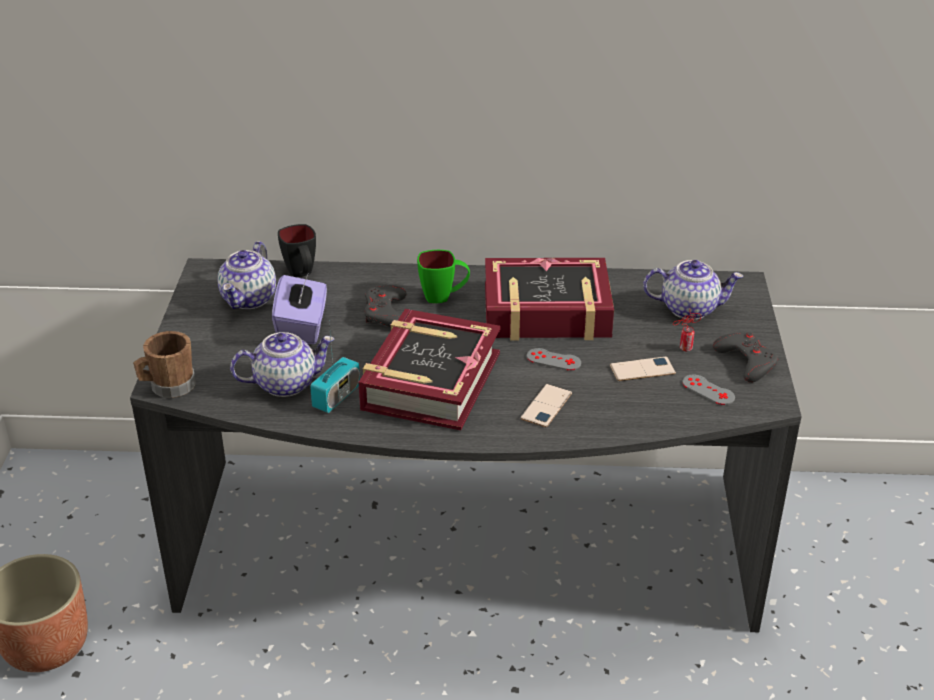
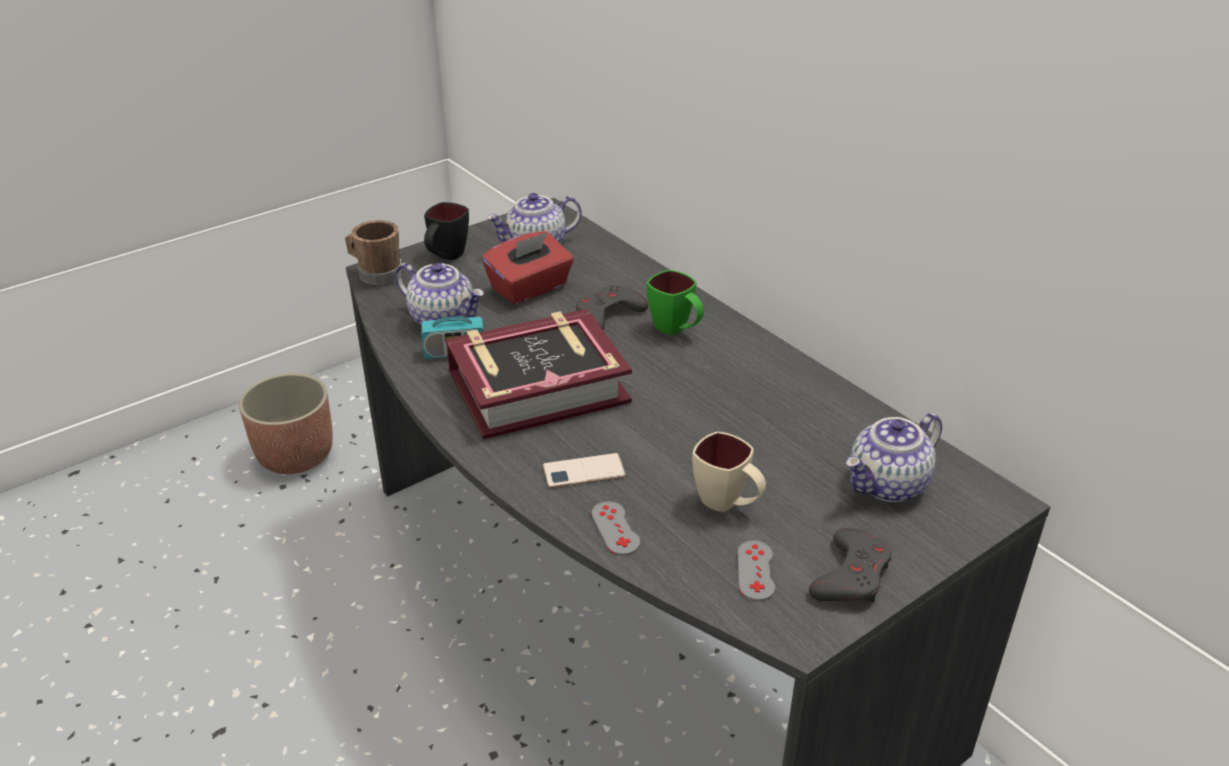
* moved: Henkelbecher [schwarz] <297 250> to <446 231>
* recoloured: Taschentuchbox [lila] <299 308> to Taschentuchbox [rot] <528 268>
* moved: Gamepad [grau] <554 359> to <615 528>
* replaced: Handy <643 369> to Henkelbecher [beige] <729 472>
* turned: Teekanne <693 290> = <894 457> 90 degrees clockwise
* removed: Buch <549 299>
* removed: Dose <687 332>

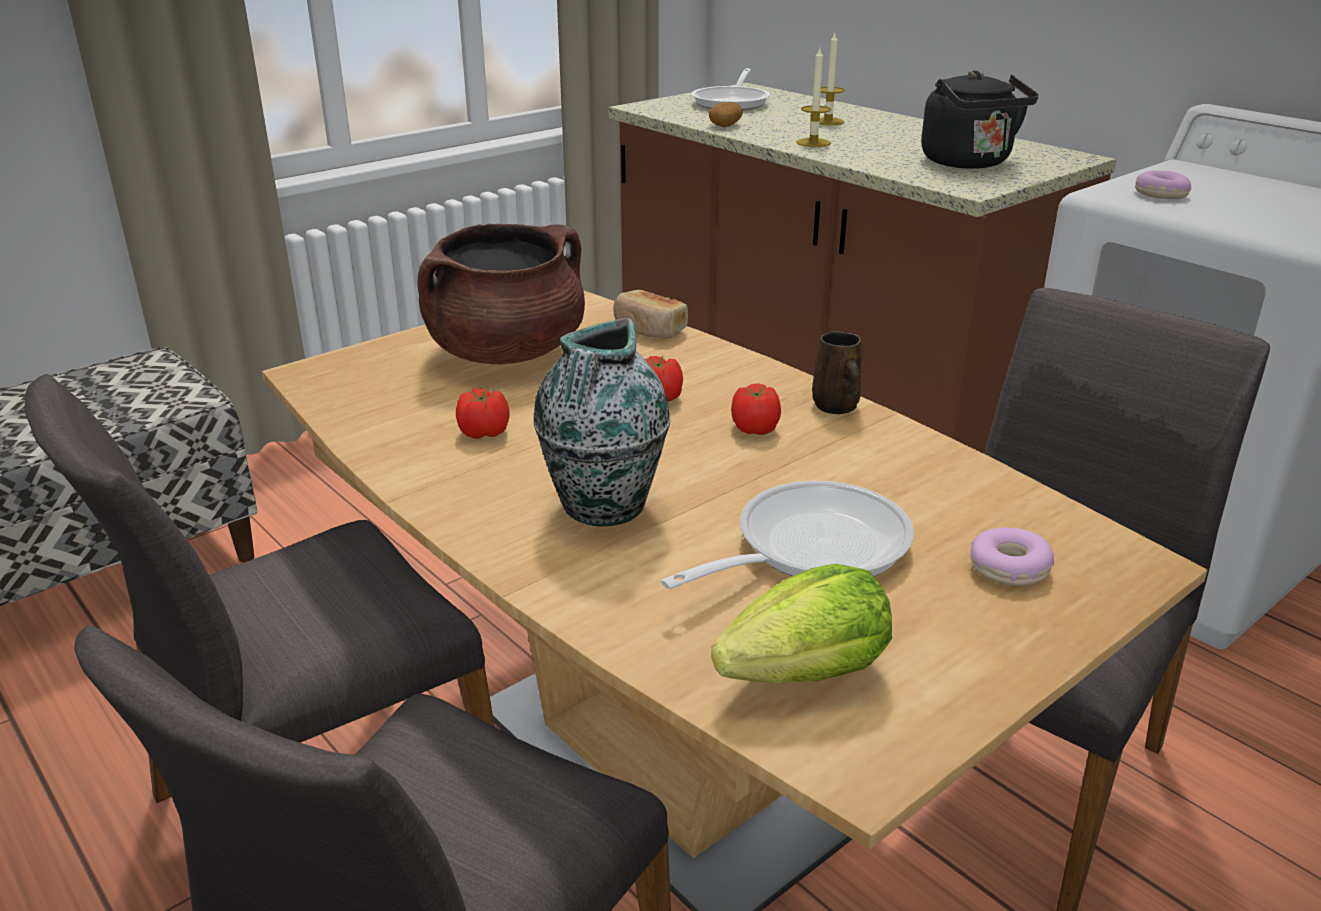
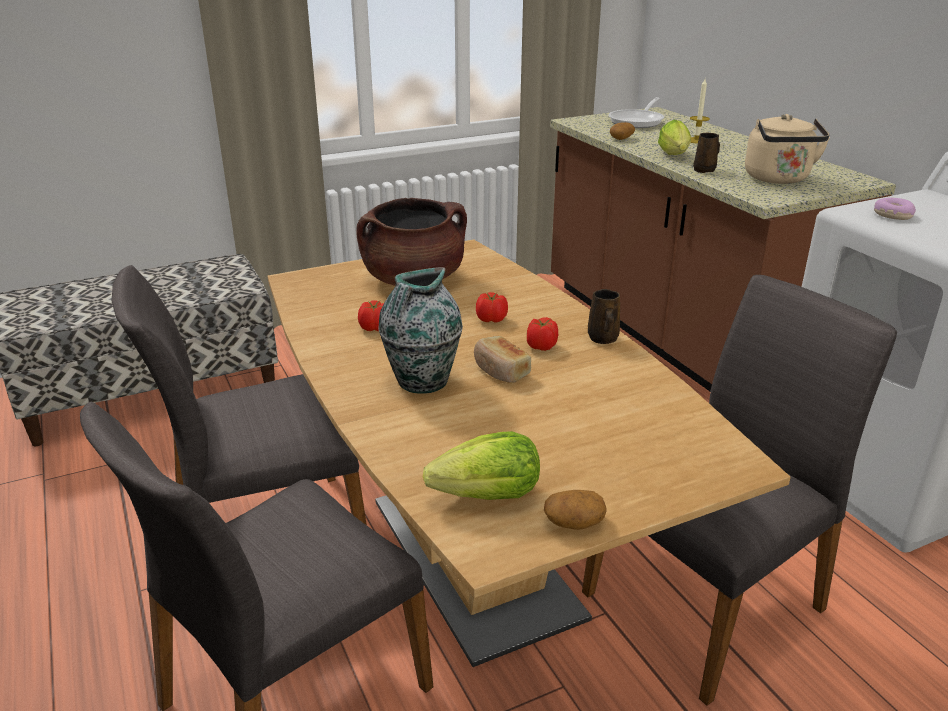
* moved: Brot <650 314> to <502 359>
* added: Kartoffel <575 510>
* replaced: Kerze <813 97> to Salatkopf <674 137>
* added: Henkelbecher [braun] <706 153>
* recoloured: Wasserkessel [schwarz] <979 119> to Wasserkessel [beige] <787 149>
* removed: Pfanne <787 535>
* removed: Donut <1012 557>

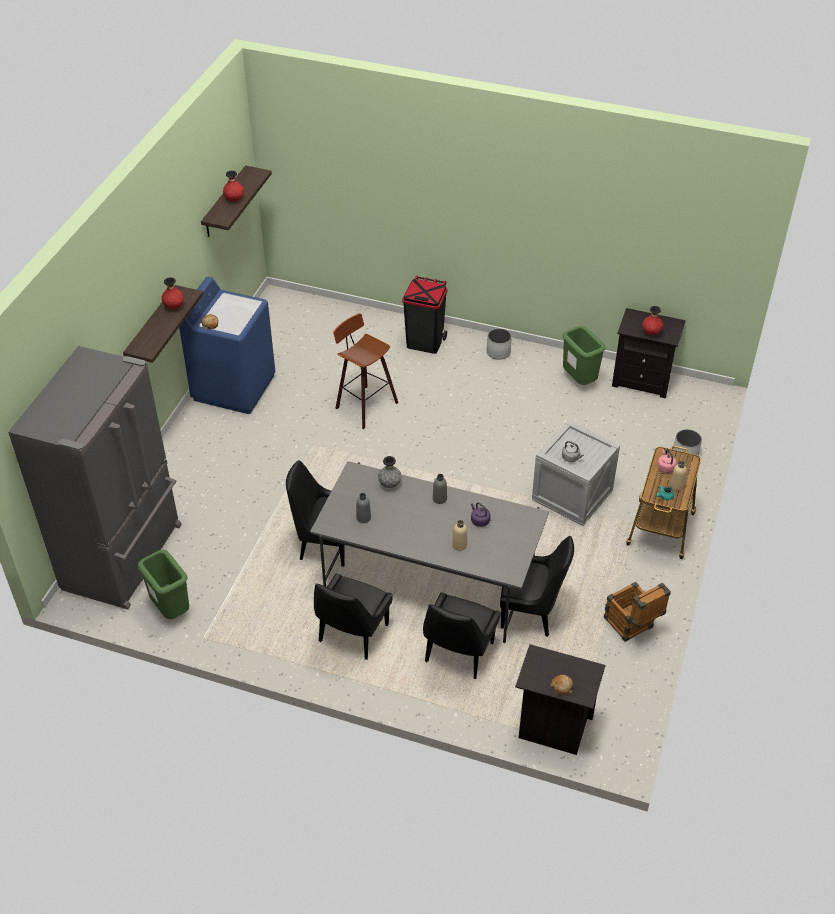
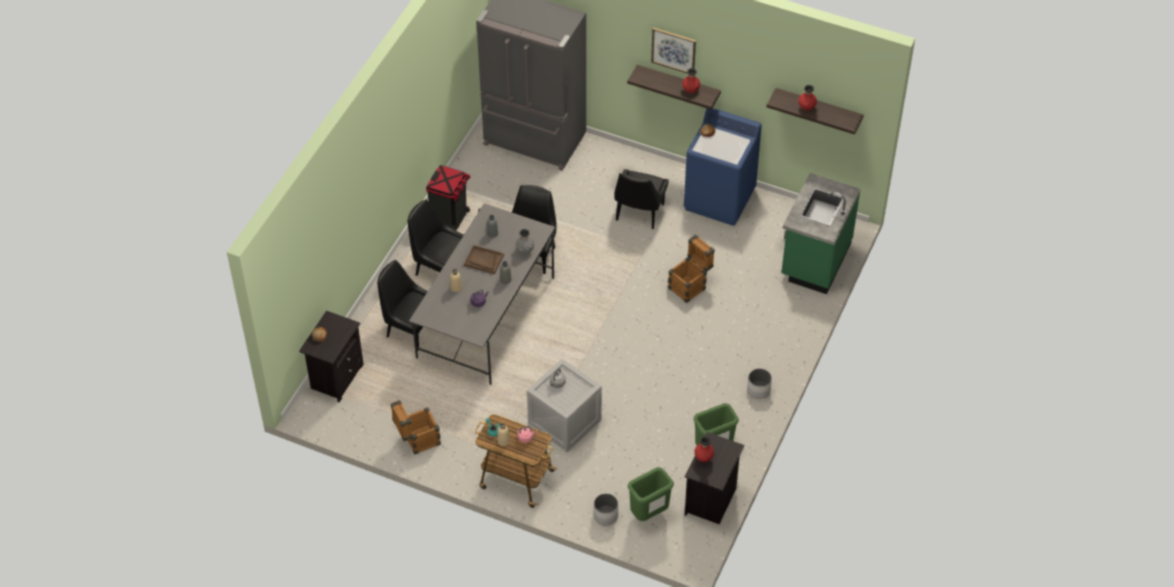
* moved: Mülleimer [schwarz] <425 315> to <448 198>
* added: Tablett [braun] <484 259>
* moved: Stuhl [schwarz] <537 586> to <641 199>
* moved: Mülleimer [grün] <163 584> to <651 494>
* added: Bild <673 50>
* replaced: Hocker <365 371> to Kiste <691 268>
* added: Küchenzeile [grün] <821 233>

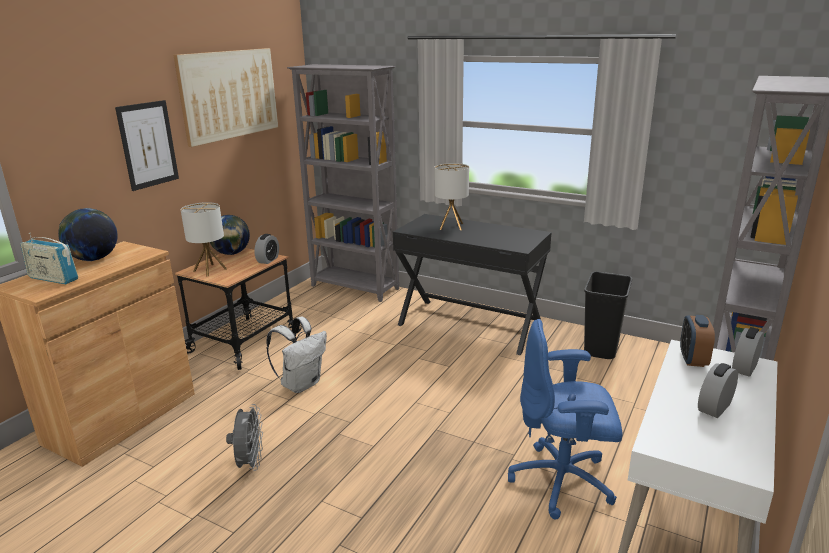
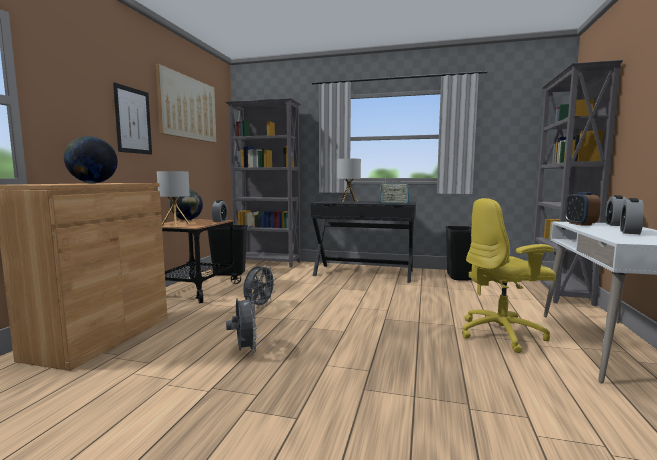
* added: Mülleimer [schwarz] <228 250>
* replaced: Rucksack [weiß] <296 355> to Ventilator [grau] <260 286>
* moved: Radio <49 258> to <394 192>
* recoloured: Bürostuhl [blau] <565 419> to Bürostuhl [gelb] <509 275>

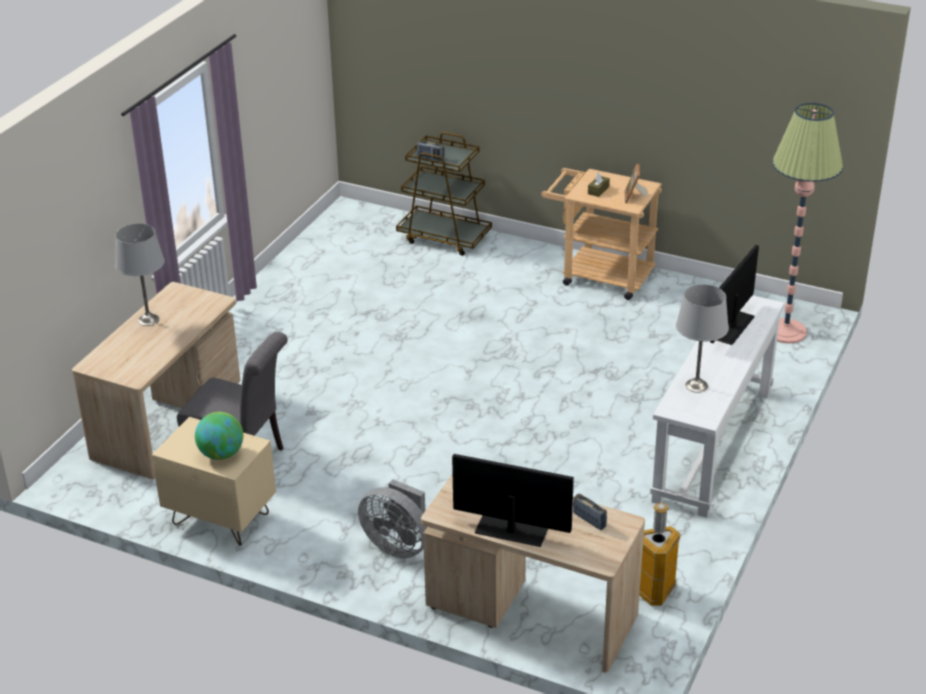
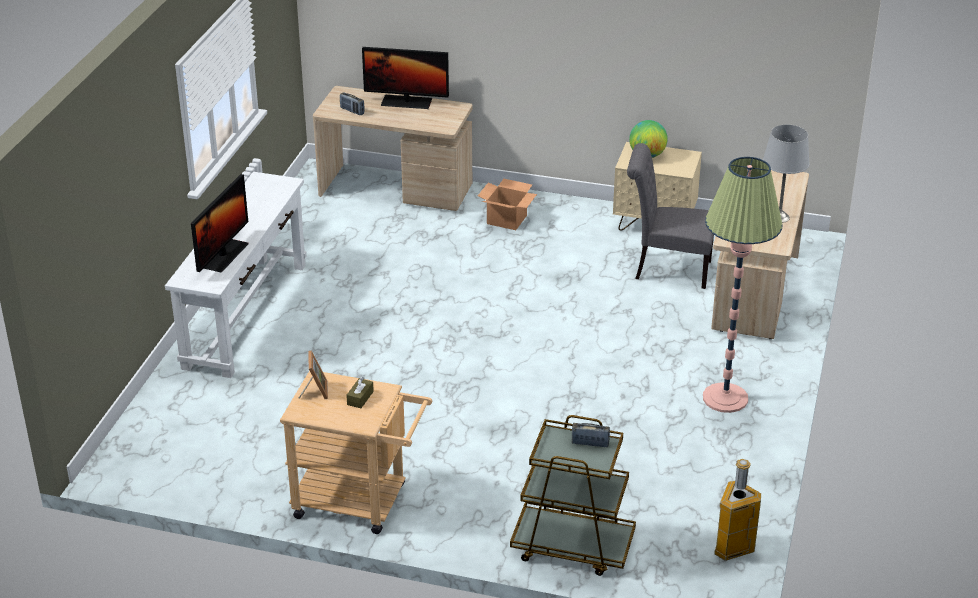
* replaced: Ventilator [grau] <392 518> to Karton <507 204>
* moved: Stehlampe <807 223> to <743 285>
* moved: Mülleimer <660 554> to <737 510>
* removed: Tischlampe [grau] <702 338>

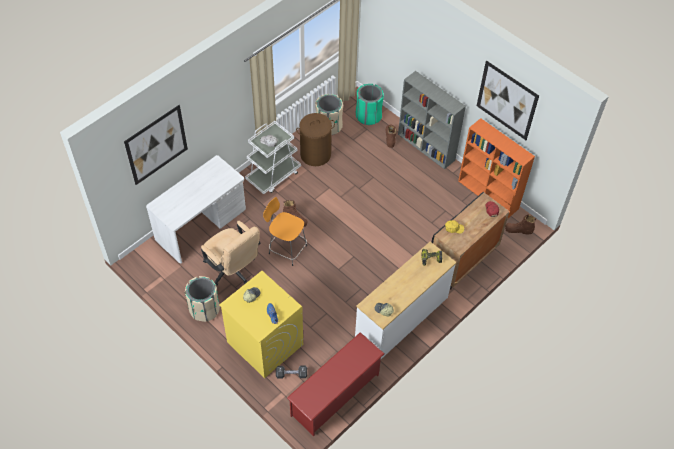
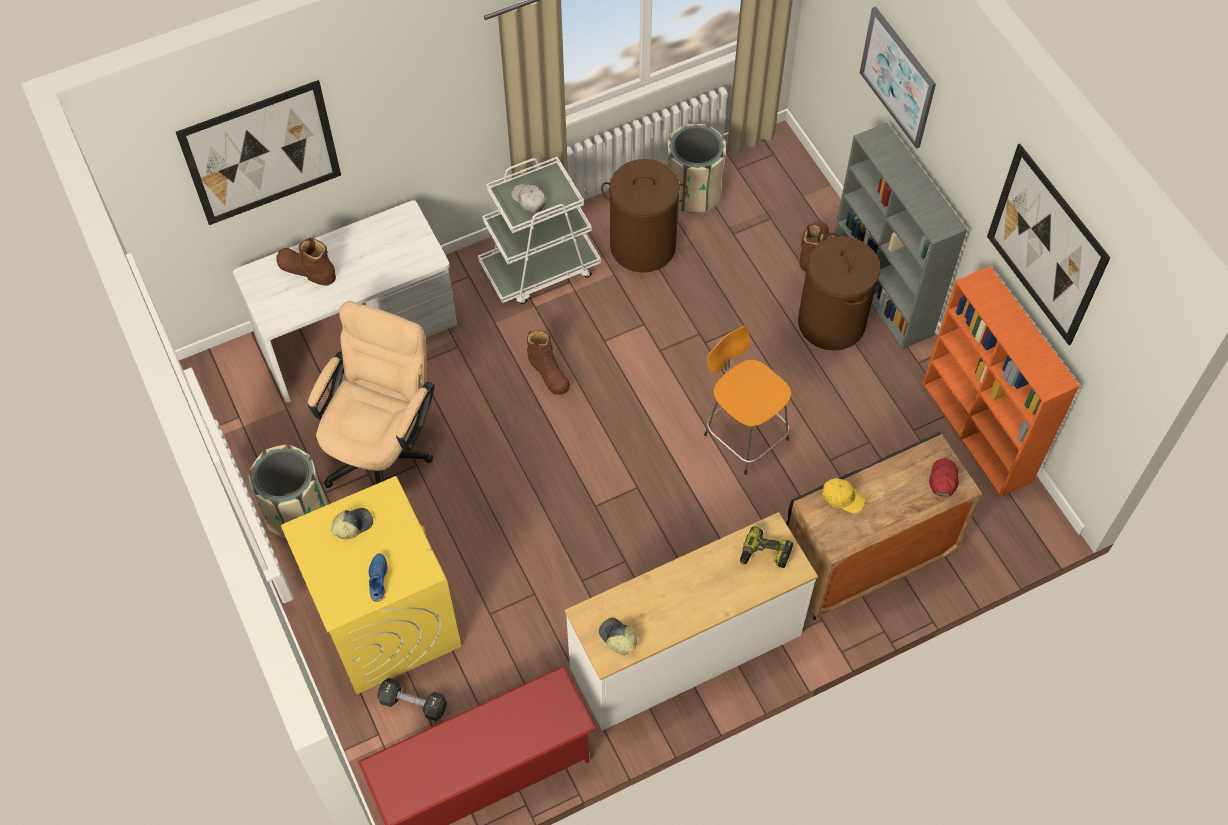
* moved: Stiefel [braun] <520 224> to <306 262>
* turned: Bürostuhl [beige] <231 254> = <371 394> 135 degrees counterclockwise
* moved: Hocker [orange] <285 231> to <747 400>
* added: Wäschekorb [braun] <839 292>
* added: Bild <898 77>
* removed: Mülleimer [grün] <370 104>

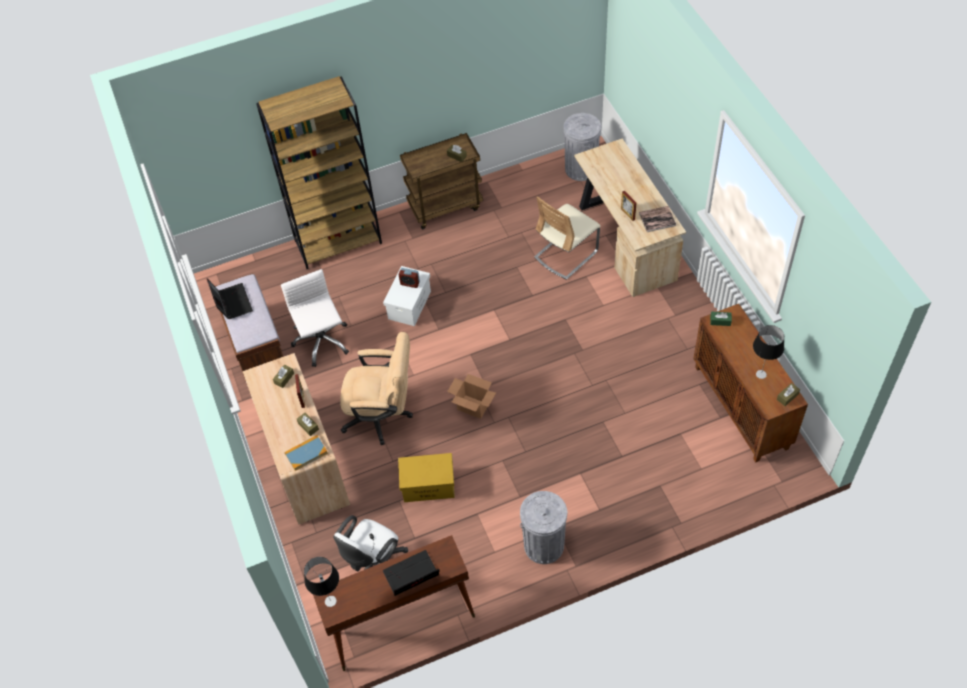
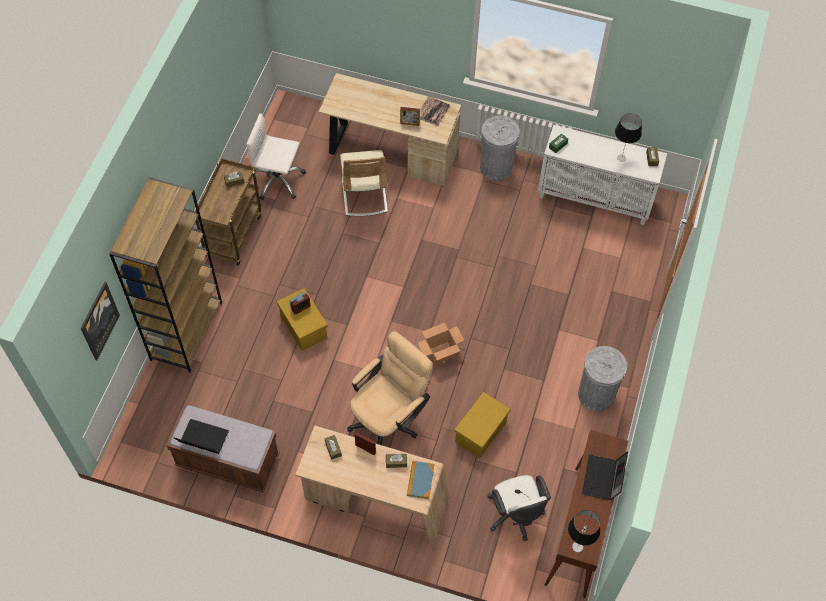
* added: Bild <100 321>
* moved: Bürostuhl [weiß] <315 318> to <276 156>
* recoloured: Aufbewahrungsbox [weiß] <407 296> to Aufbewahrungsbox [gelb] <302 319>
* moved: Mülleimer [grau] <582 147> to <500 148>
* recoloured: Schrank [braun] <750 383> to Schrank [weiß] <602 175>

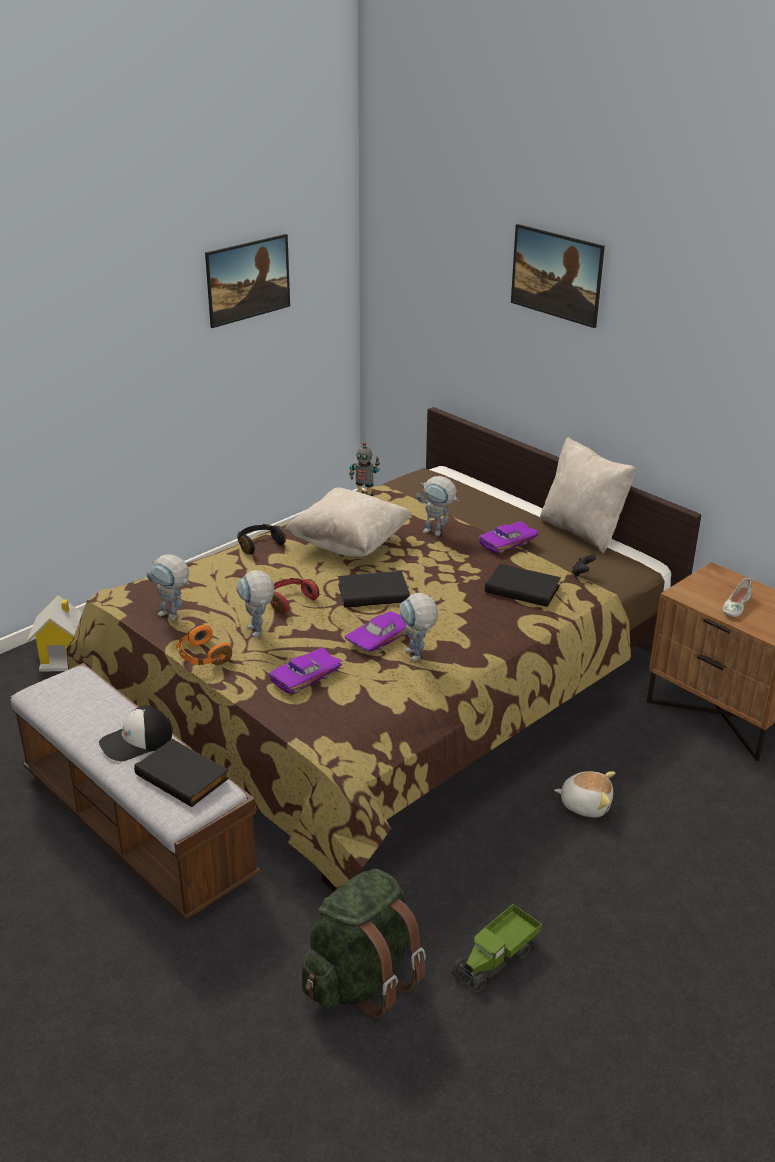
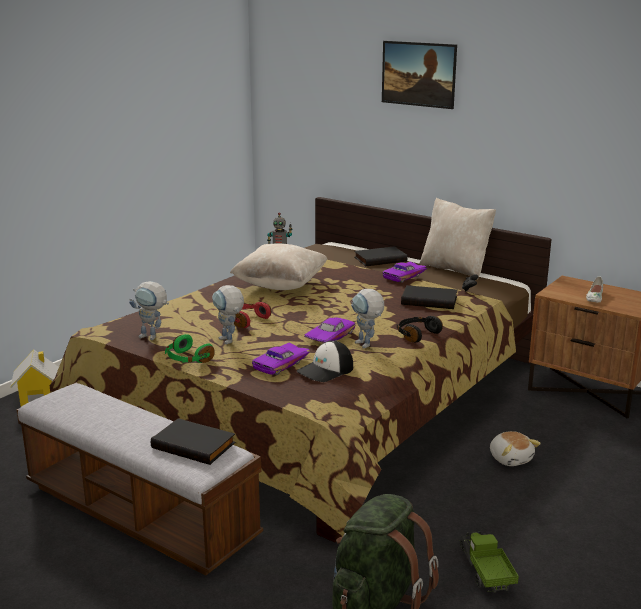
* recoloured: Kopfhörer [orange] <204 645> to Kopfhörer [grün] <190 348>
* moved: Kappe <135 734> to <325 361>
* moved: Buch [schwarz] <374 589> to <380 256>
* moved: Kopfhörer [schwarz] <261 539> to <420 329>
* turned: Spielzeuglaster <497 948> = <489 562> 135 degrees clockwise
* turned: Plüschtier <584 794> = <515 448> 60 degrees clockwise
* removed: Bild <247 281>
* removed: Spielzeugroboter <437 506>

